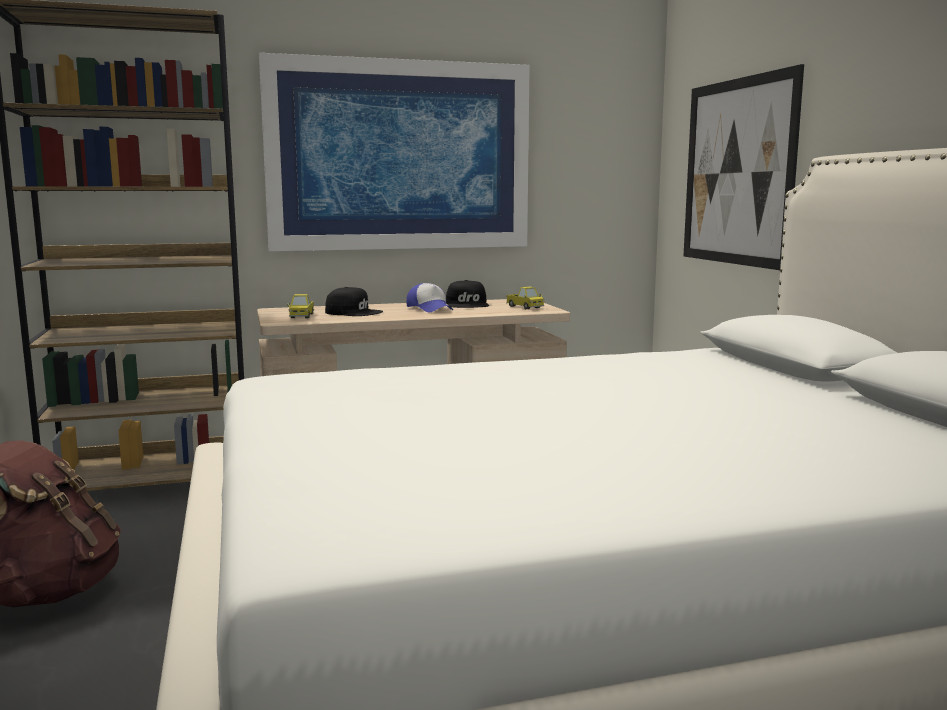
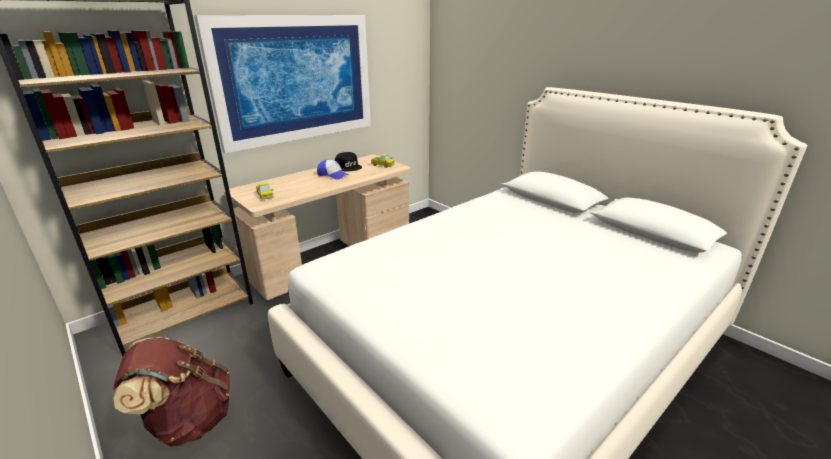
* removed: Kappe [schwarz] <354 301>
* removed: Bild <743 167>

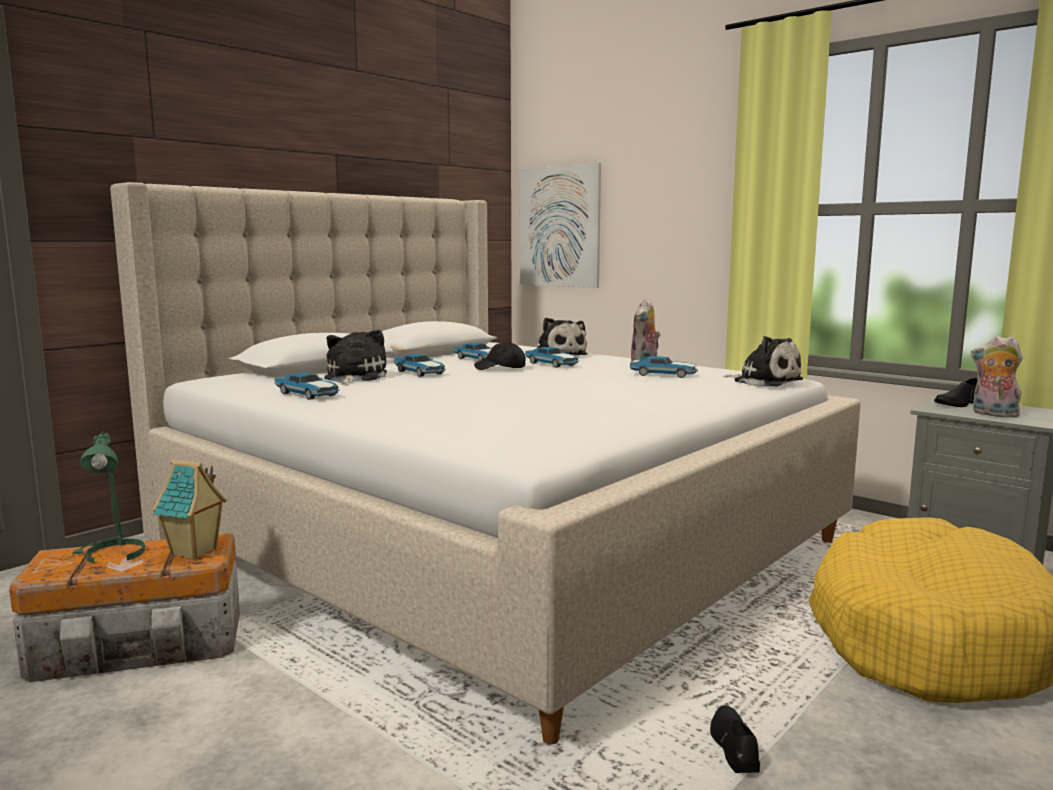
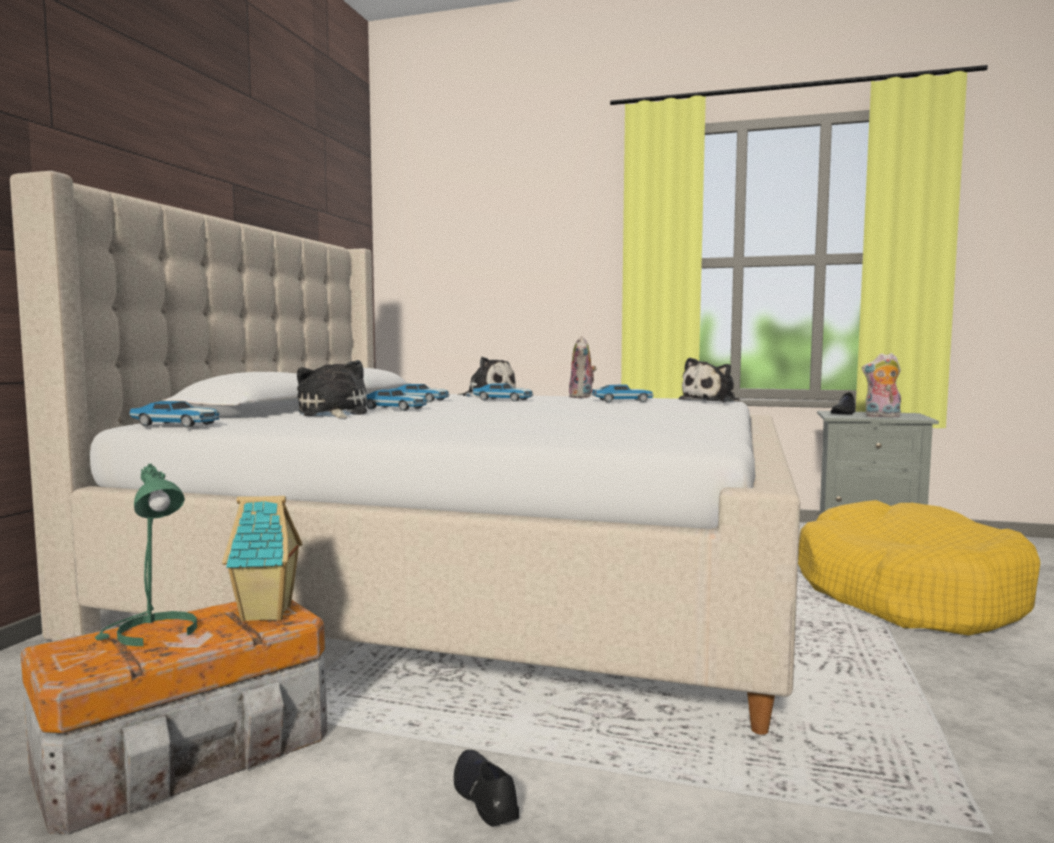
* moved: Spielzeugauto <307 386> to <175 414>
* moved: Schuh [schwarz] <735 739> to <486 788>
* turned: Plüschtier <763 361> = <709 380> 120 degrees clockwise
* removed: Kappe [schwarz] <500 356>
* removed: Bild <560 225>

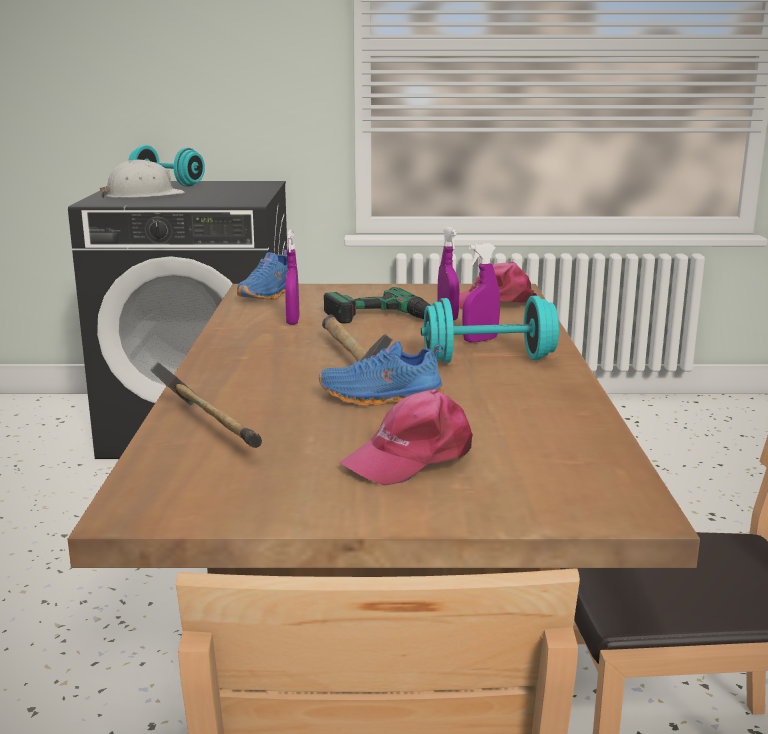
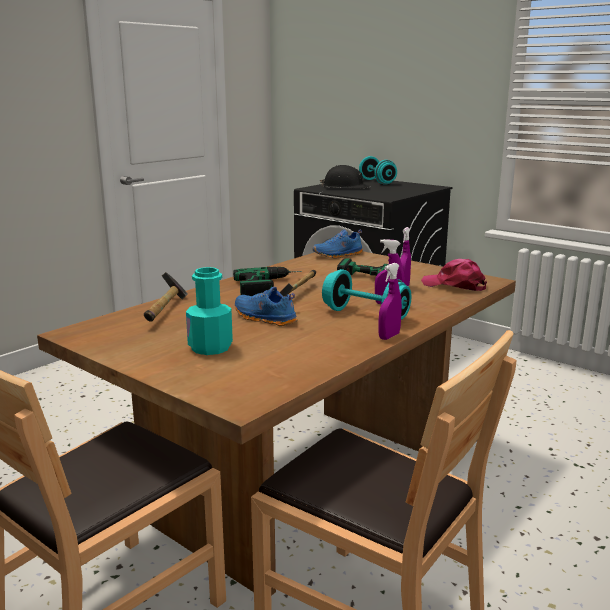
* replaced: Kappe [rosa] <406 437> to Flasche [türkis] <209 311>
* added: Bohrmaschine <267 281>
* recoloured: Schutzhelm [weiß] <142 179> to Schutzhelm [schwarz] <345 176>
* moved: Sprühflasche [lila] <292 277> to <390 301>

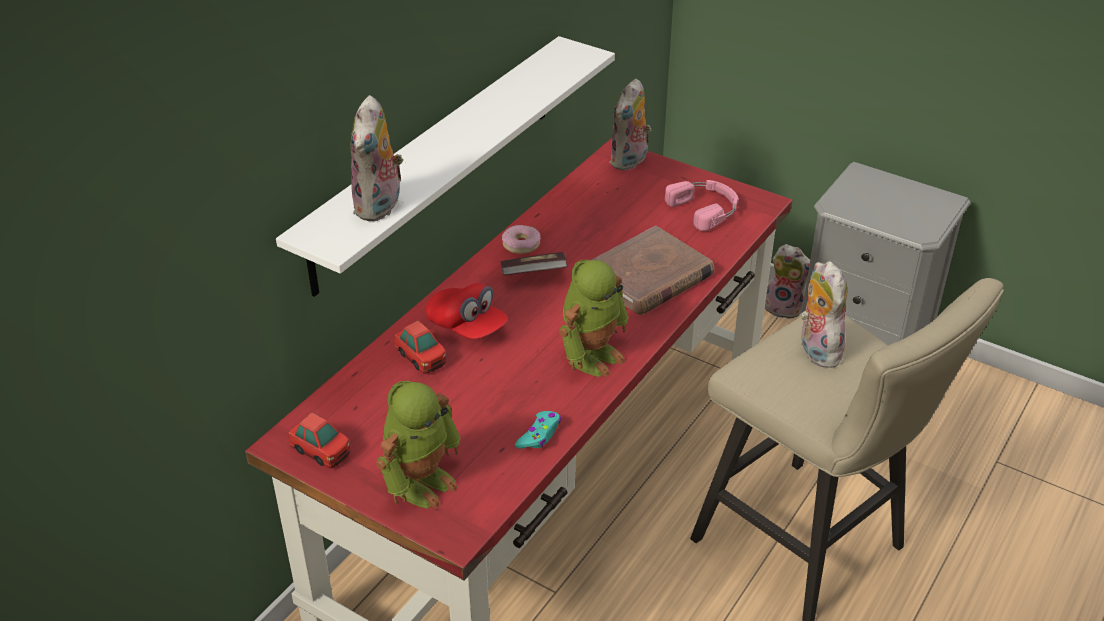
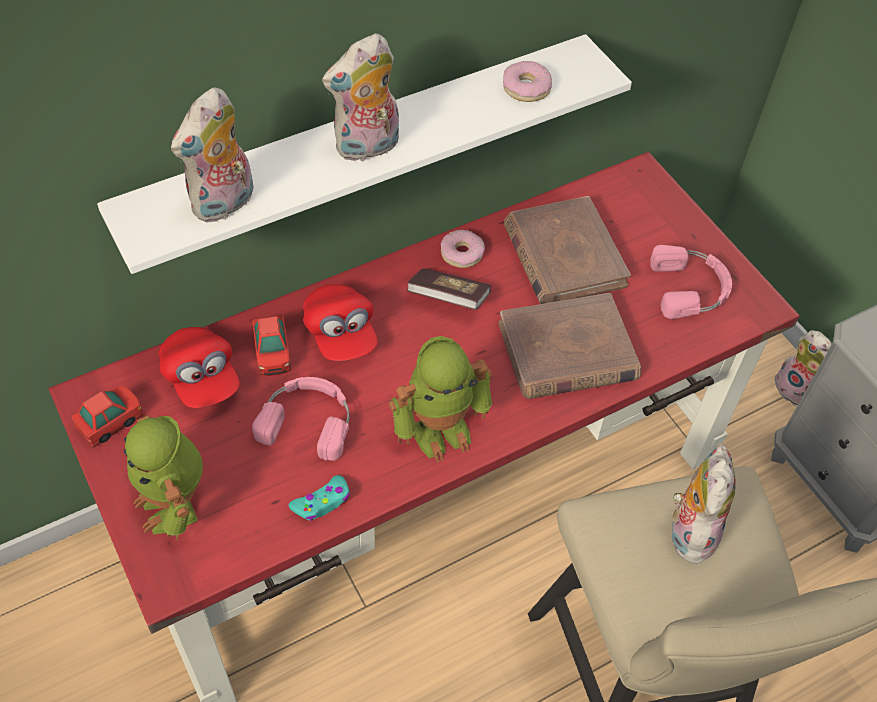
* turned: Spielzeugauto <319 440> = <107 416> 105 degrees counterclockwise
* turned: Spielzeugroboter <418 445> = <163 478> 90 degrees clockwise
* added: Kappe [rot] <199 367>
* added: Kopfhörer [rosa] <300 419>
* moved: Plüschtier <630 125> to <360 97>
* added: Donut <527 81>
* added: Buch [braun] <567 250>

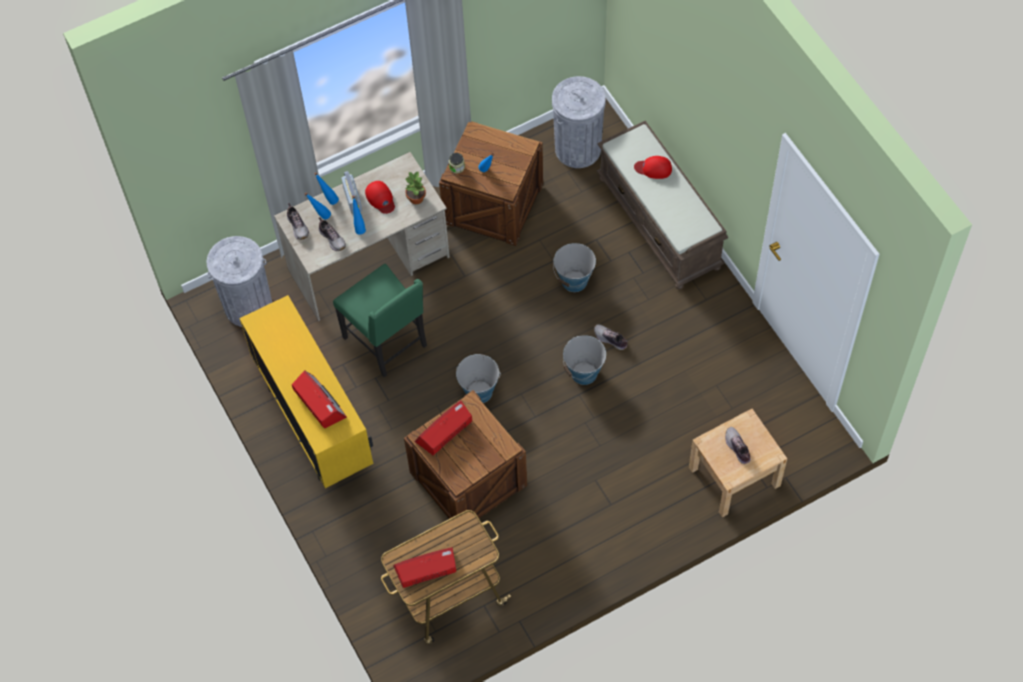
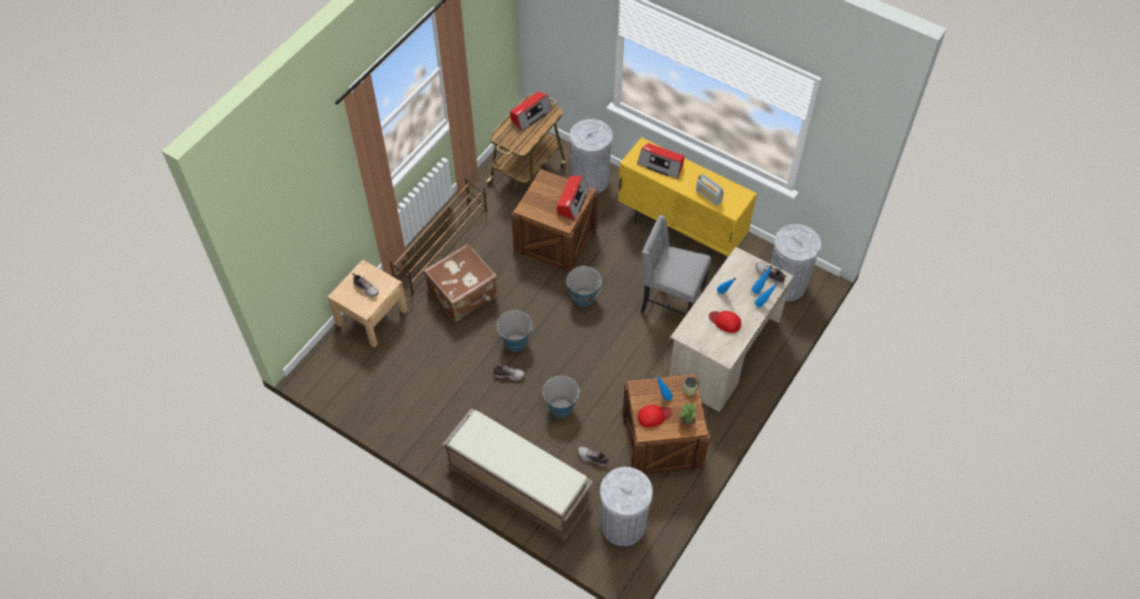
* added: Schuhregal [braun] <438 235>
* added: Koffer [braun] <461 283>
* added: Mülleimer [grau] <591 156>
* moved: Schuh <332 234> to <593 456>
* moved: Kappe [rot] <653 167> to <655 416>
* recoloured: Stuhl [grün] <380 320> to Stuhl [grau] <676 265>
* moved: Topfpflanze <415 187> to <687 415>
* moved: Radio <351 192> to <710 190>

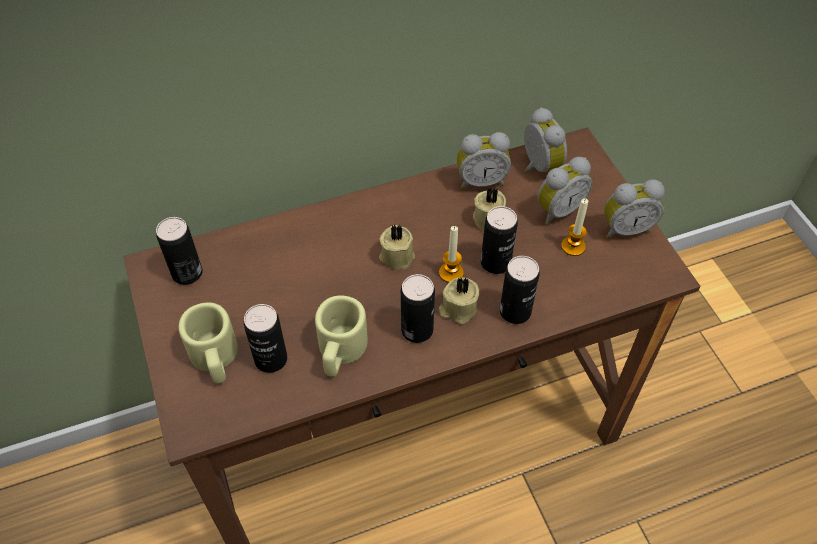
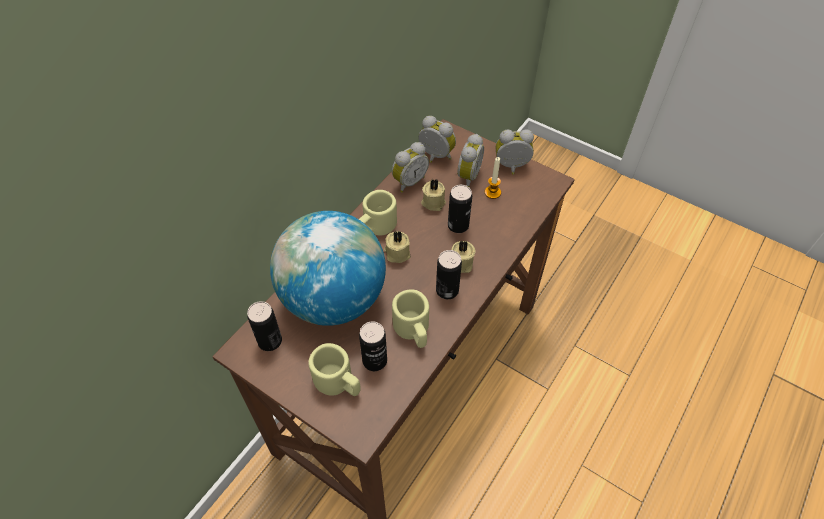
* added: Globus <328 268>
* added: Henkelbecher [beige] <378 213>
* turned: Wecker <634 209> = <515 152> 135 degrees counterclockwise
* removed: Kerze <451 254>
* removed: Dose <520 290>

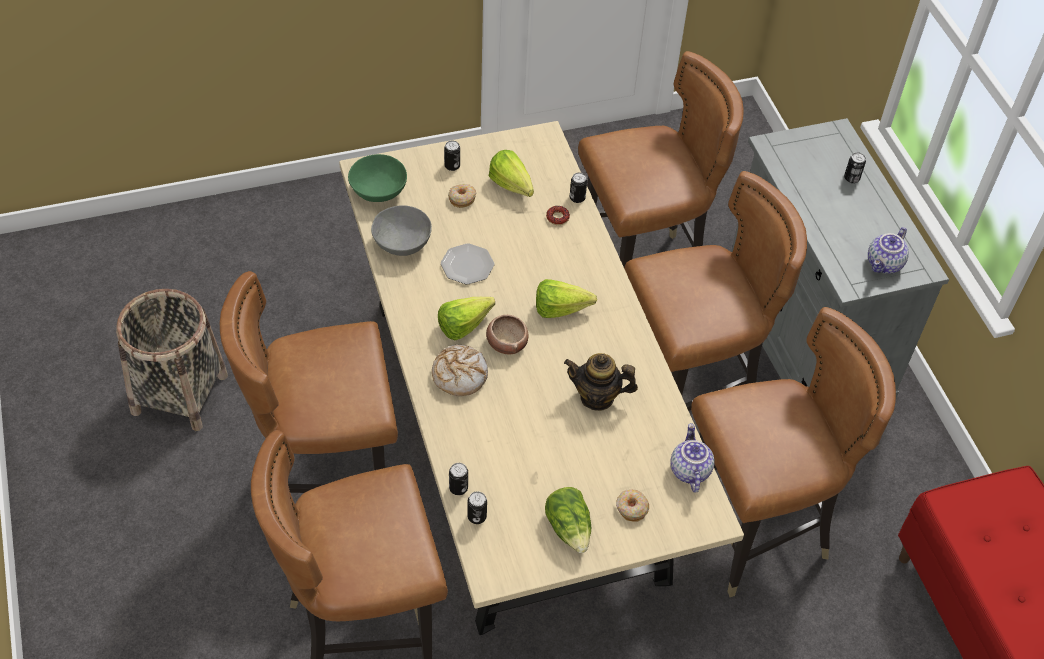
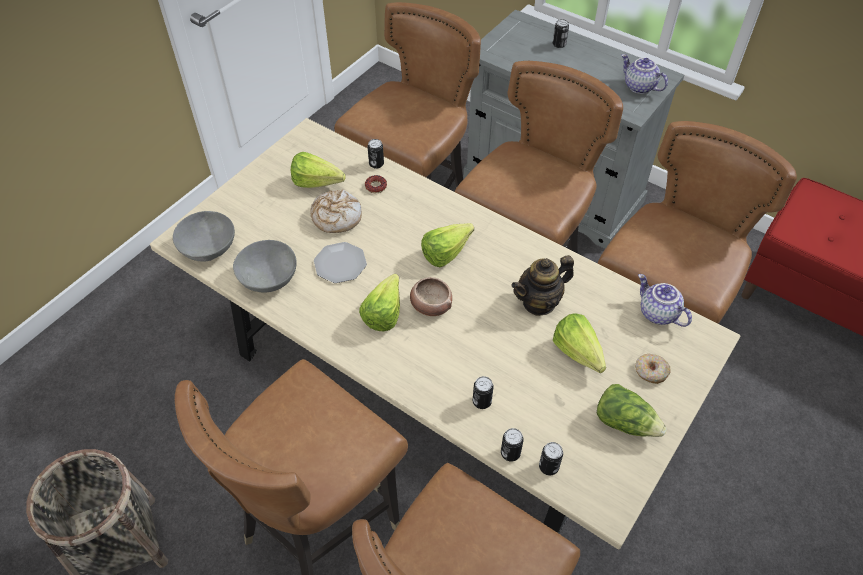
* recoloured: Schüssel [grün] <377 178> to Schüssel [grau] <204 236>
* moved: Brot <460 370> to <336 211>
* moved: Dose <452 155> to <483 392>
* added: Salatkopf <579 343>
* turned: Teekanne <888 250> = <645 74> 135 degrees clockwise
* removed: Donut <462 196>

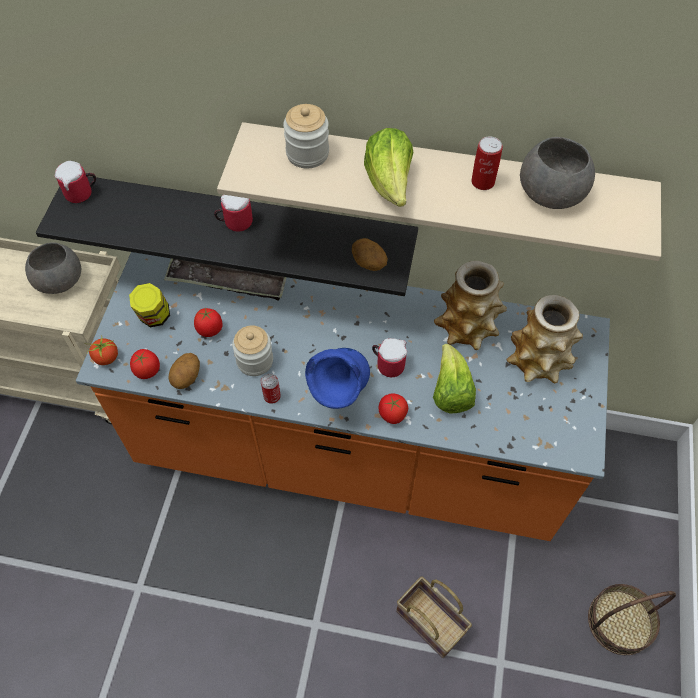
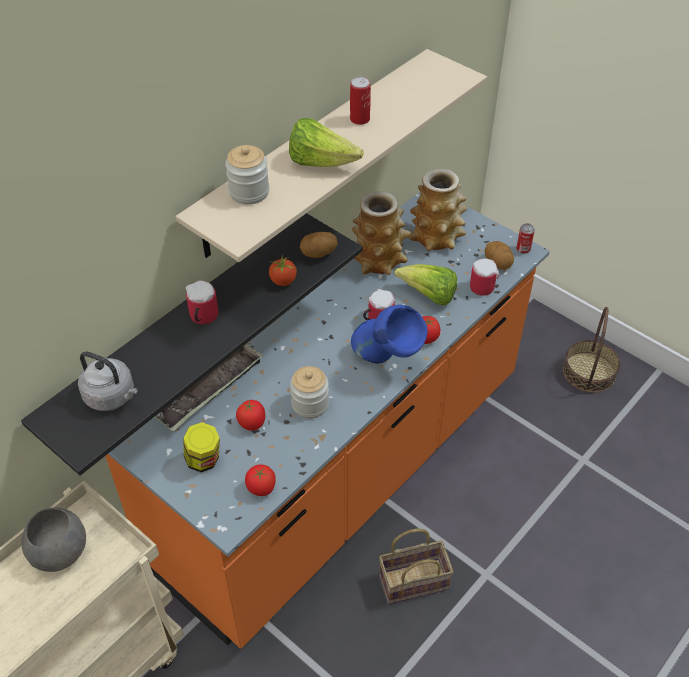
* added: Wasserkessel [grau] <108 381>
* moved: Tomate <102 350> to <283 270>
* moved: Korb <434 617> to <416 566>
* moved: Henkelbecher <75 182> to <484 277>
* moved: Kartoffel <184 371> to <499 255>
* moved: Dose <271 389> to <525 238>
* removed: Schüssel [grau] <557 173>

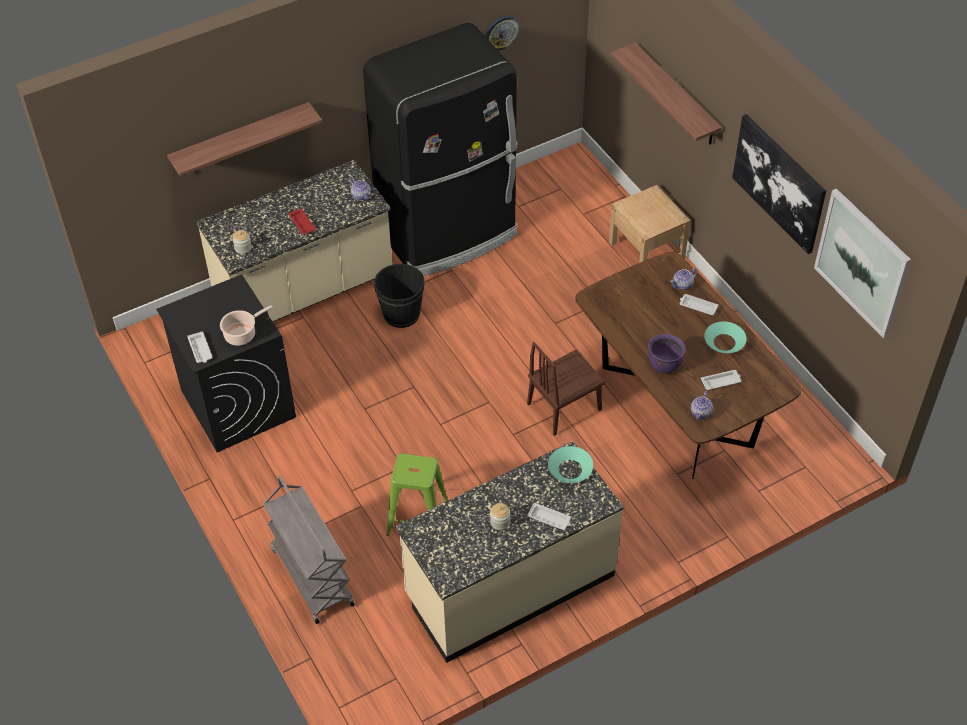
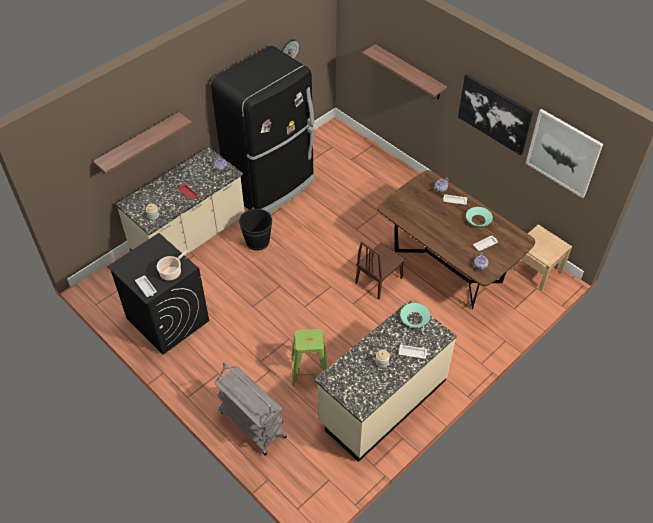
* moved: Nachttisch [beige] <649 224> to <541 257>
* removed: Kochtopf [lila] <667 353>

